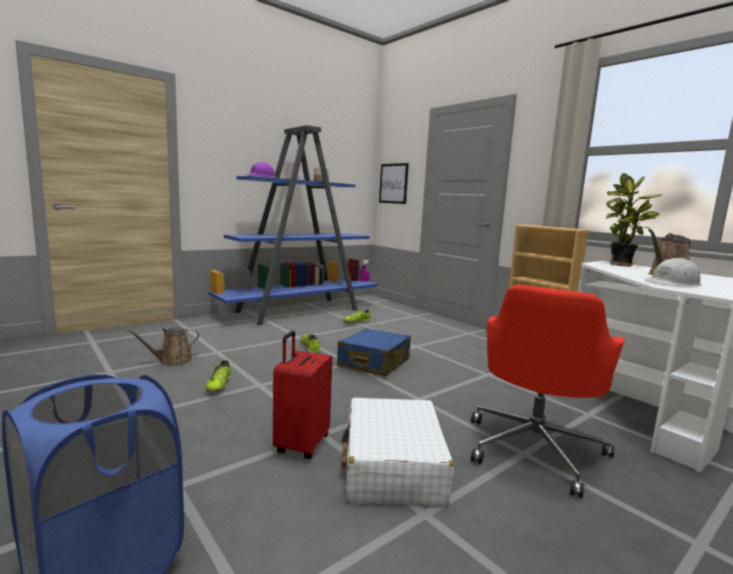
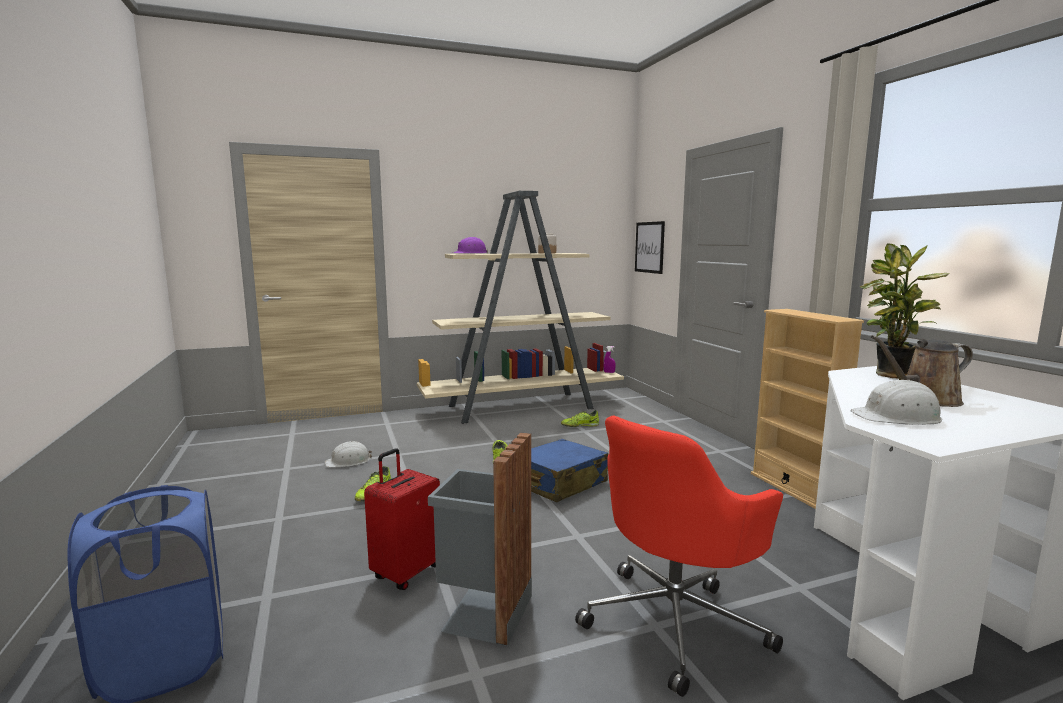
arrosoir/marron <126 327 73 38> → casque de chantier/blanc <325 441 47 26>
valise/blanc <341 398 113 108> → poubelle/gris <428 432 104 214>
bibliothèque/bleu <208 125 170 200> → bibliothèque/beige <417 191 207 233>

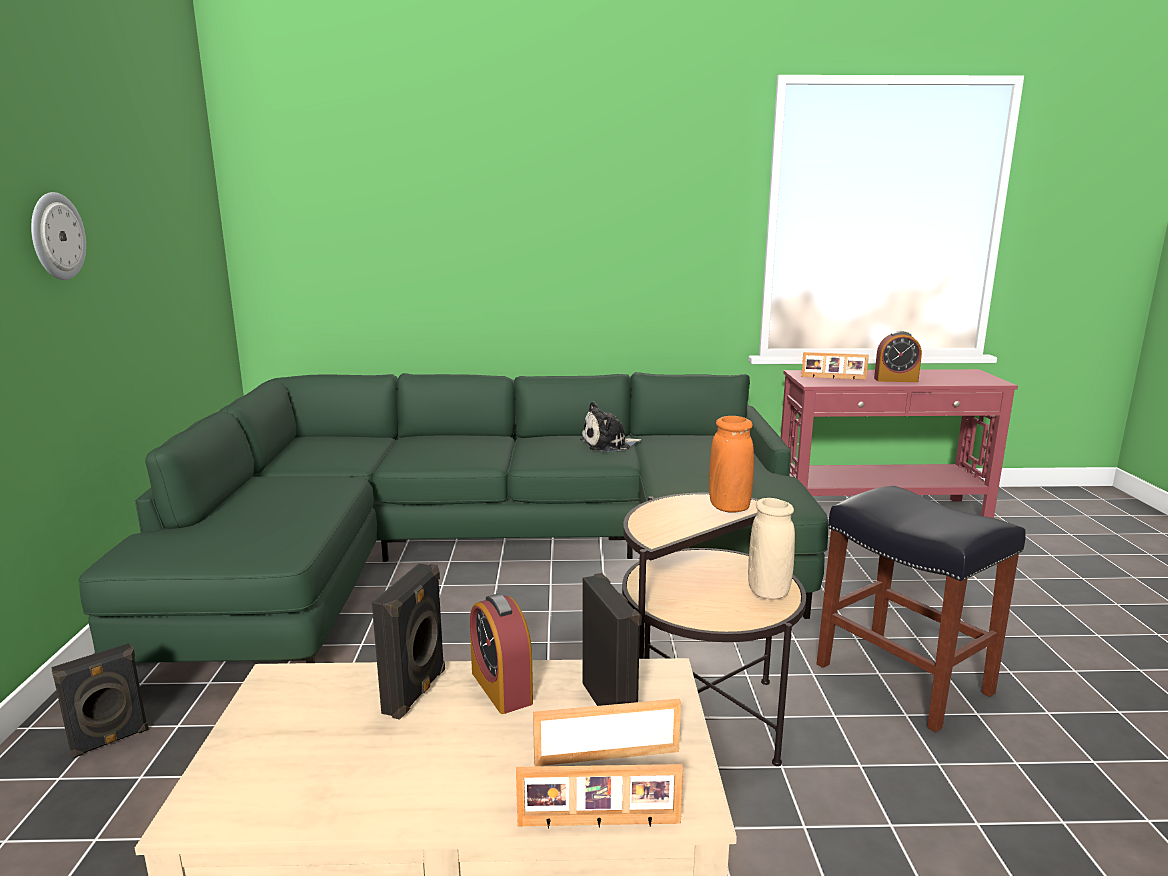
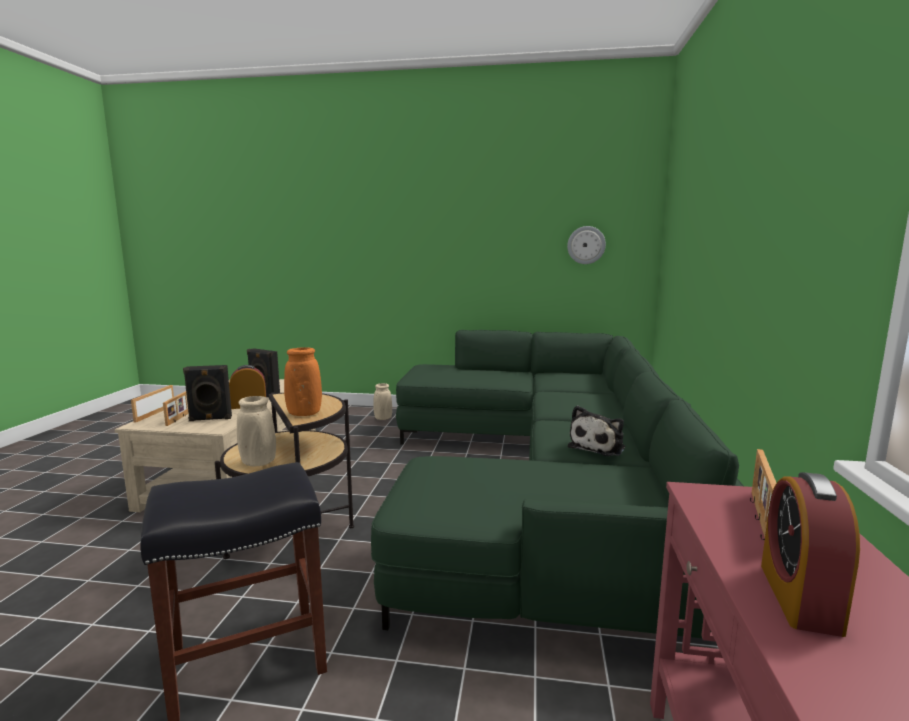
horloge murale <31 192 55 88> → horloge murale <567 226 39 38>, move
enceinte/noir <51 643 98 116> → vase/beige <373 383 19 37>
peluche <580 402 61 50> → peluche <568 406 57 50>, 135 degrees counterclockwise

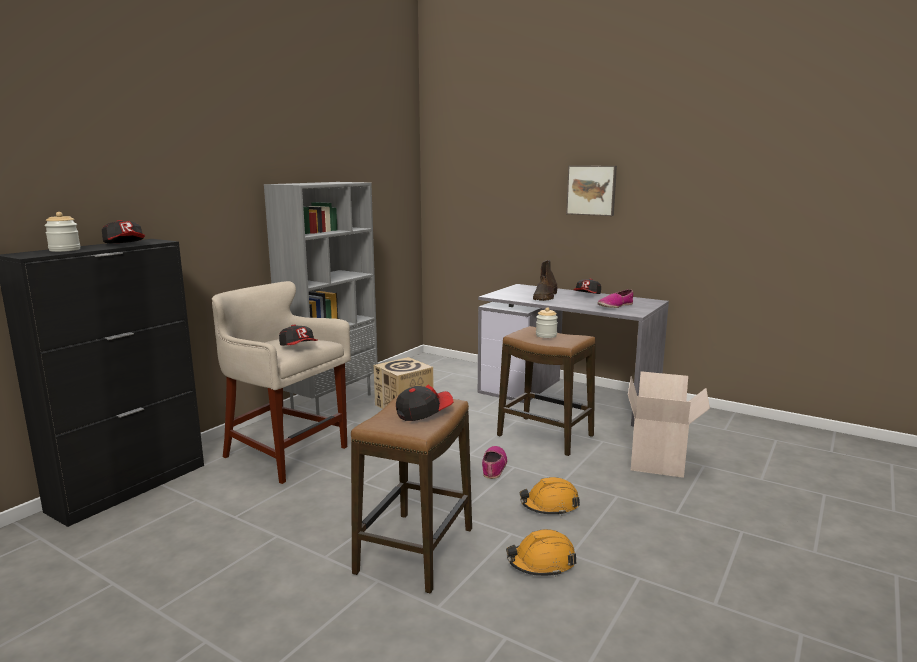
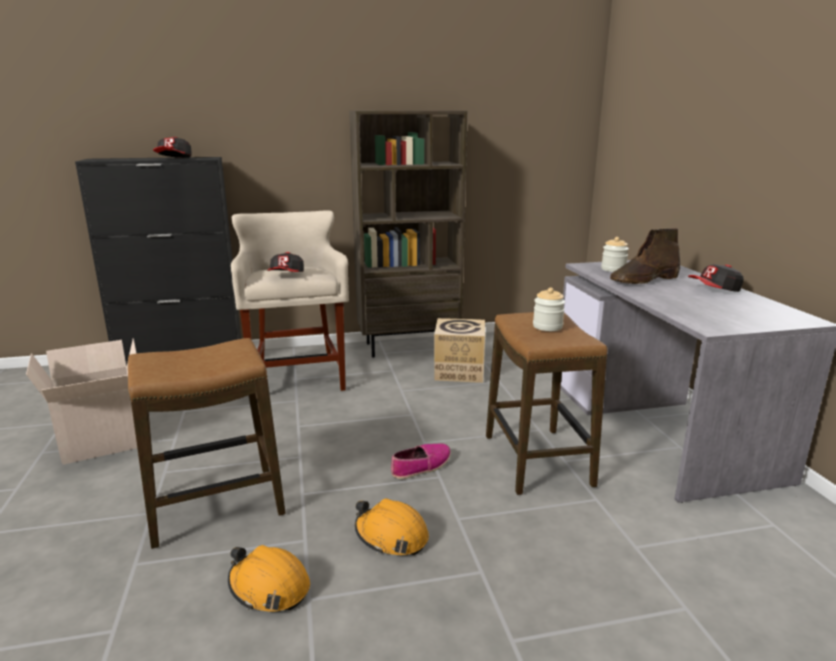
casquette <396 385 58 36> → -
tableau <566 166 51 50> → -
chaussure <597 289 36 19> → -
bocal <44 212 37 40> → bocal <601 237 28 35>, move
carton <628 371 82 107> → carton <26 338 111 127>, move
bibliothèque/gris <264 182 114 233> → bibliothèque/marron <349 110 119 248>

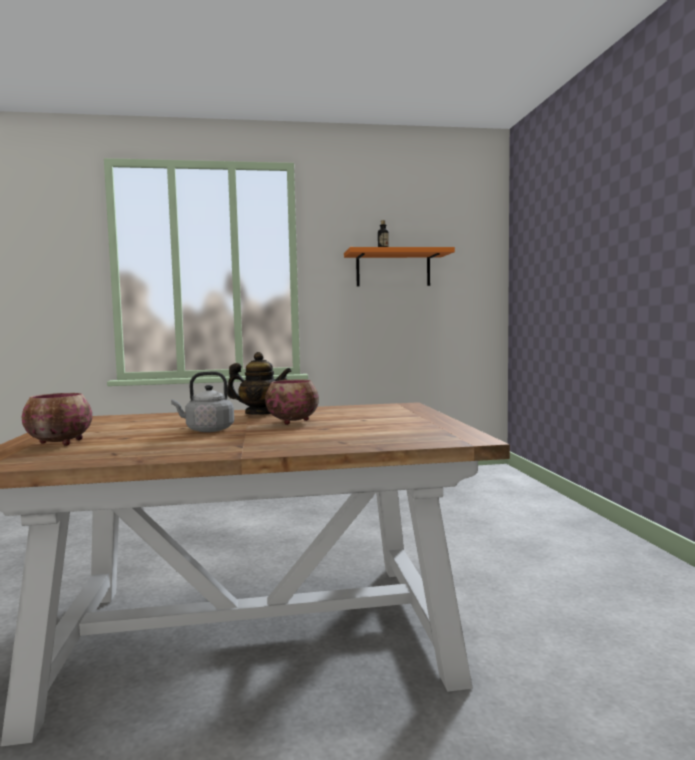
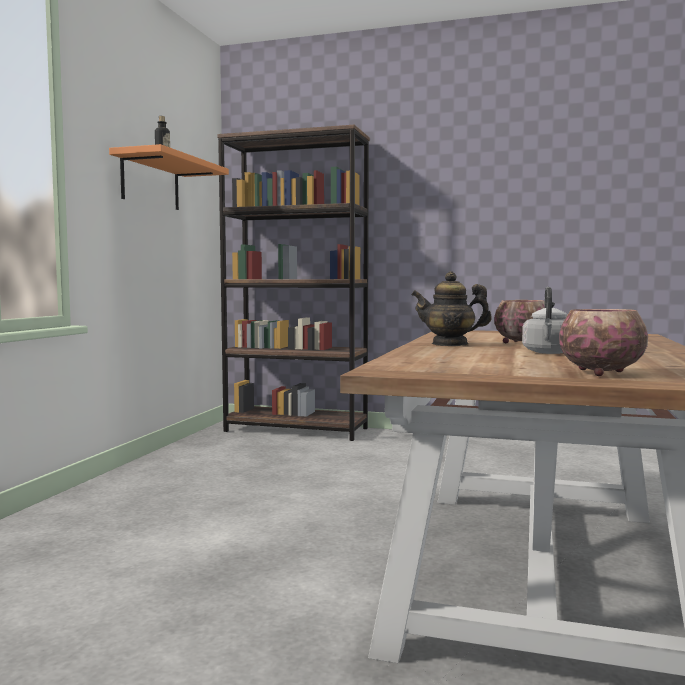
- → bibliothèque/marron <217 125 153 316>
théière <227 352 65 63> → théière <411 271 81 75>, 120 degrees counterclockwise

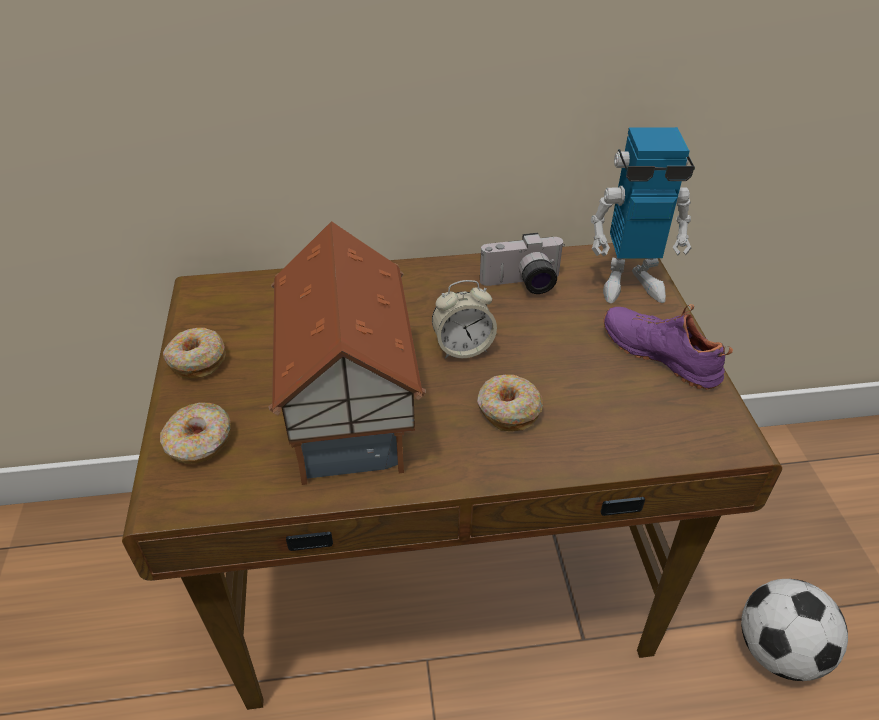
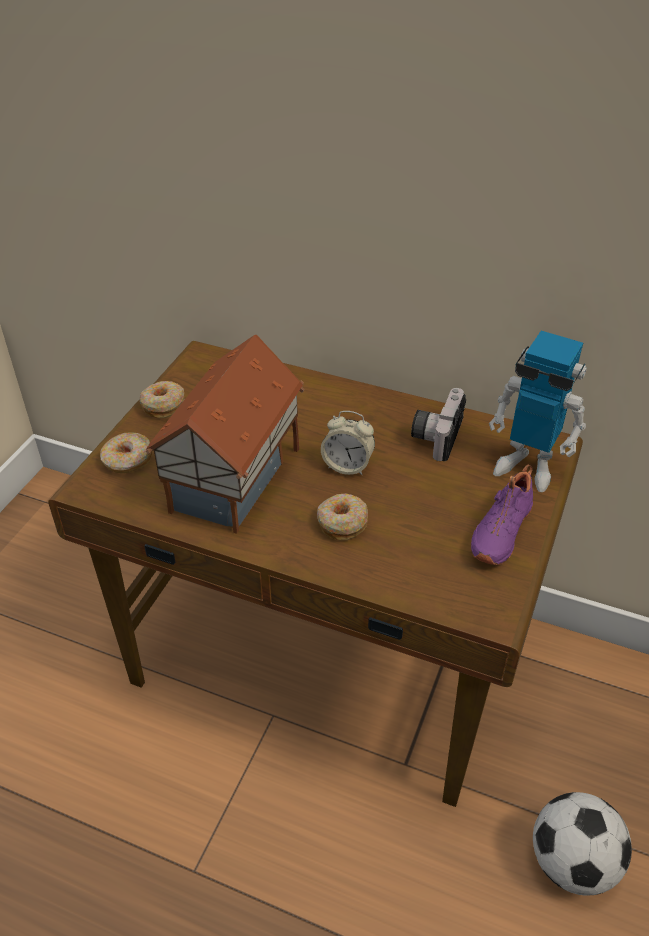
appareil photo <480 233 85 61> → appareil photo <411 388 55 73>, 90 degrees clockwise
chaussure/violet <603 304 130 85> → chaussure/violet <471 465 62 100>, 135 degrees counterclockwise

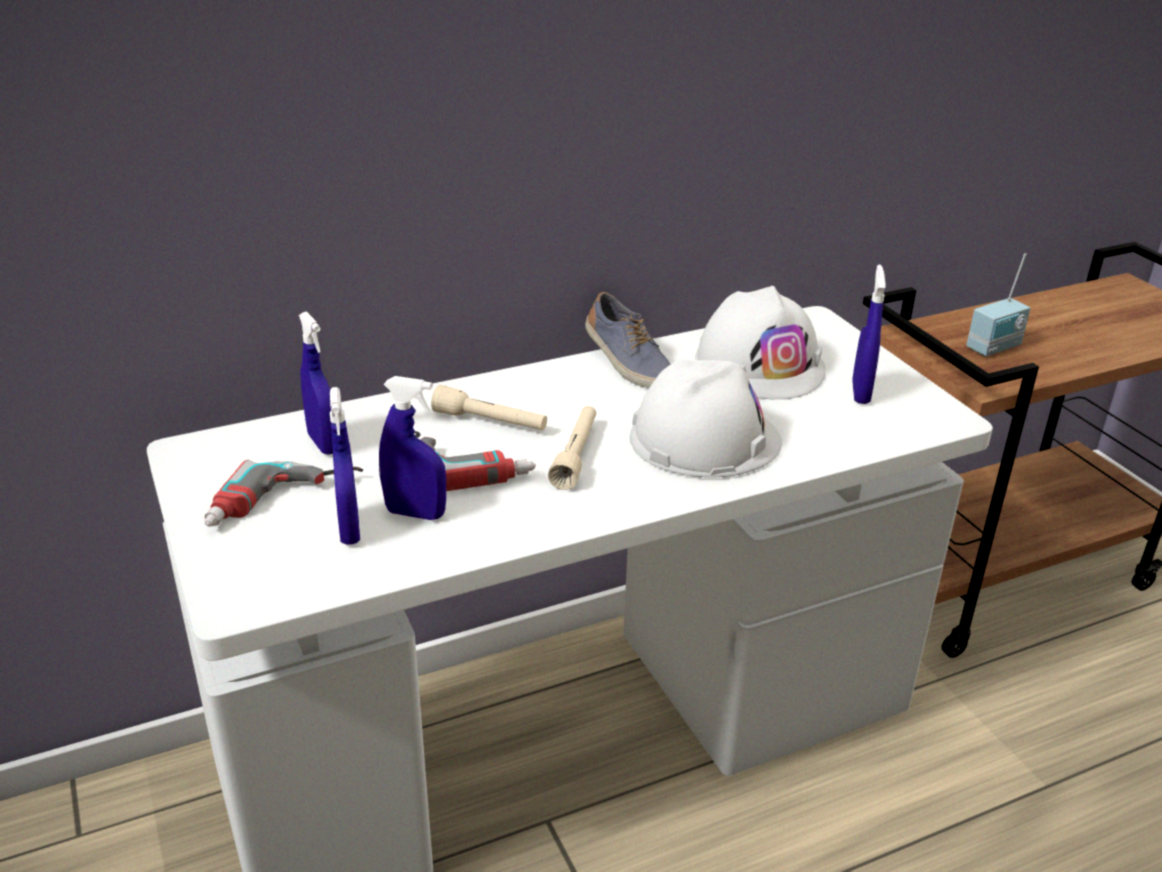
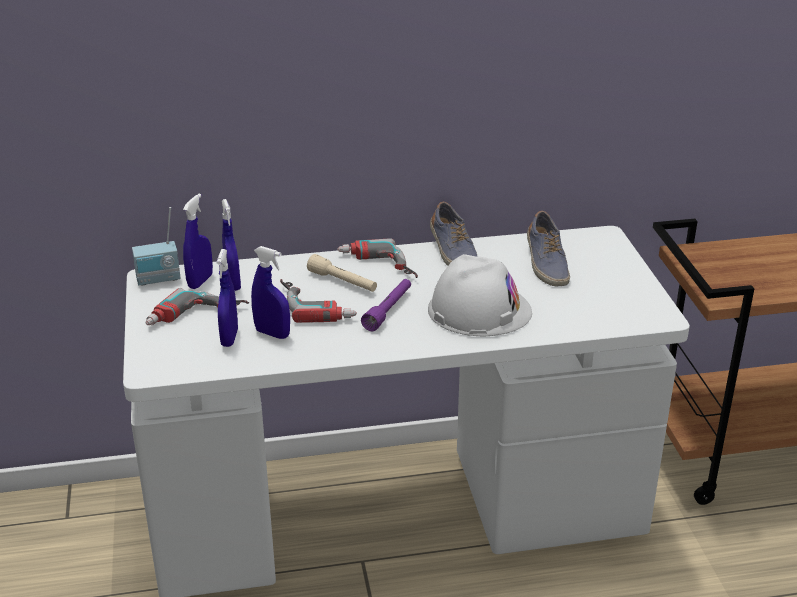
- → perceuse <337 238 81 40>
vaporisateur/bleu <852 265 34 139> → vaporisateur/bleu <183 194 30 95>, move
radio <966 253 64 103> → radio <132 207 49 79>, move
casque de chantier/blanc <695 286 131 114> → chaussure <527 211 43 75>
lampe de poche/beige <548 406 48 84> → lampe de poche/violet <361 279 50 52>

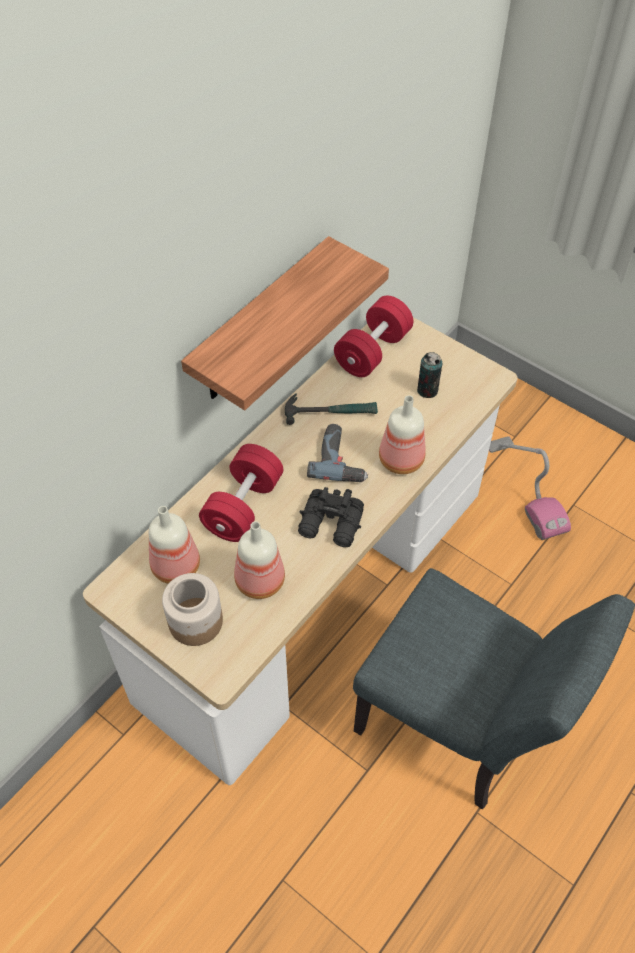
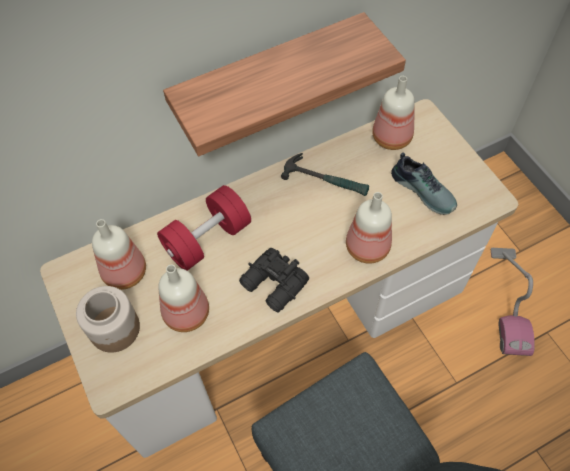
perceuse <307 424 61 58> → -
haltère/rouge <334 296 79 81> → bouteille <372 76 43 74>
boîte métallique <417 352 25 46> → chaussure <391 152 66 63>

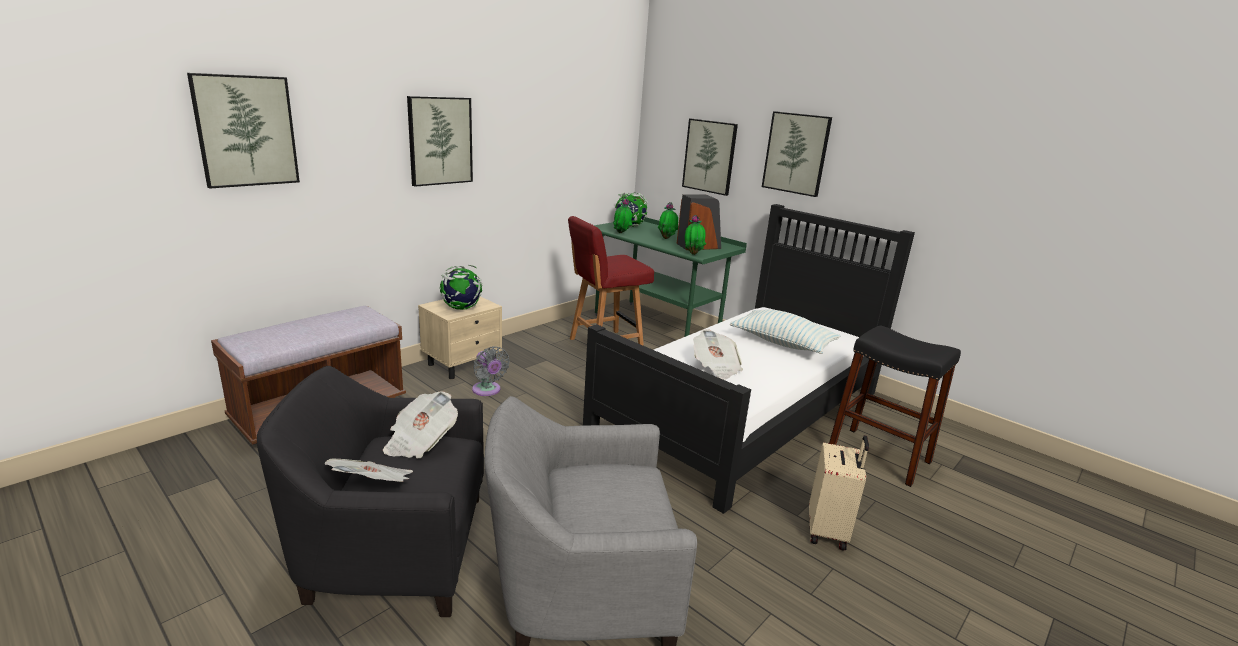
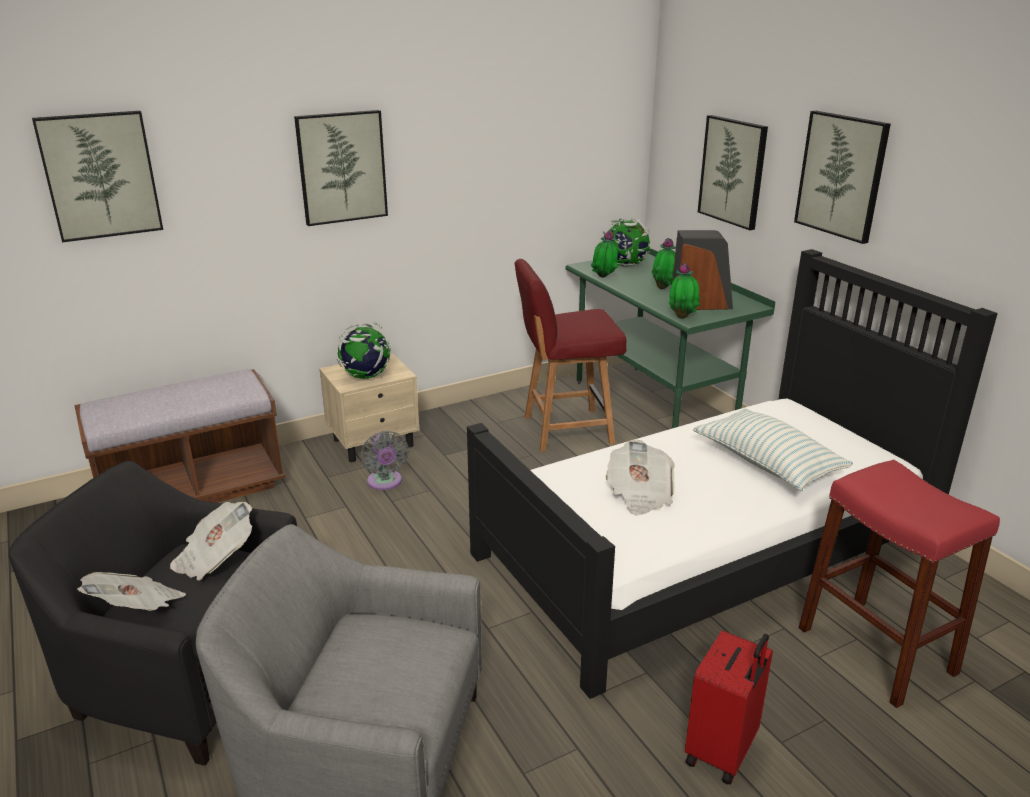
valise/beige <809 435 60 116> → valise/rouge <685 630 88 155>
tabouret/noir <829 325 132 162> → tabouret/rouge <799 460 201 248>

